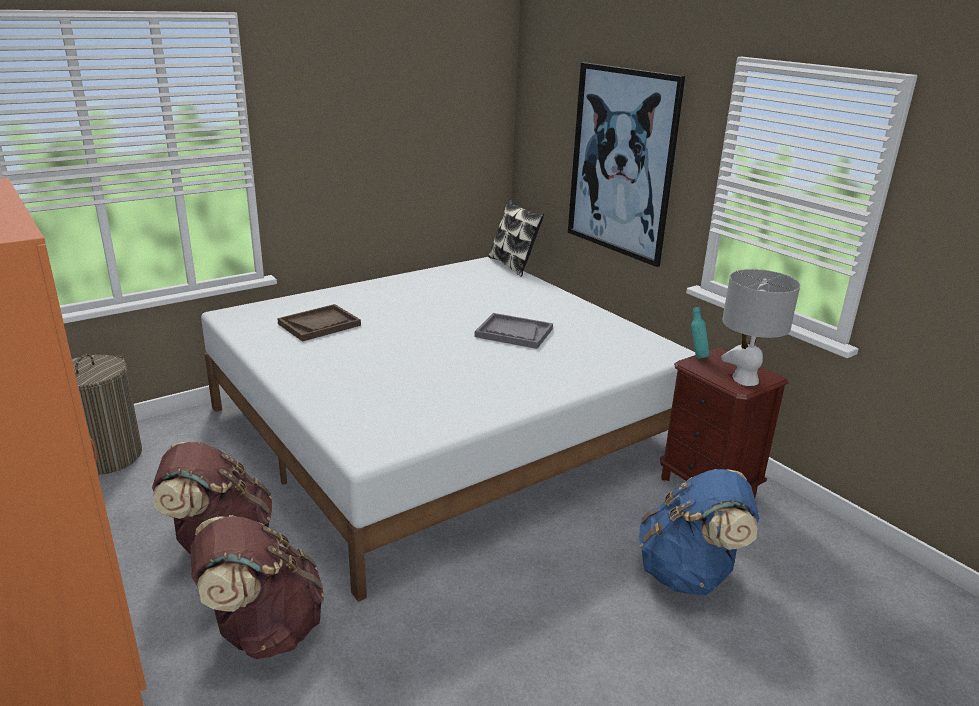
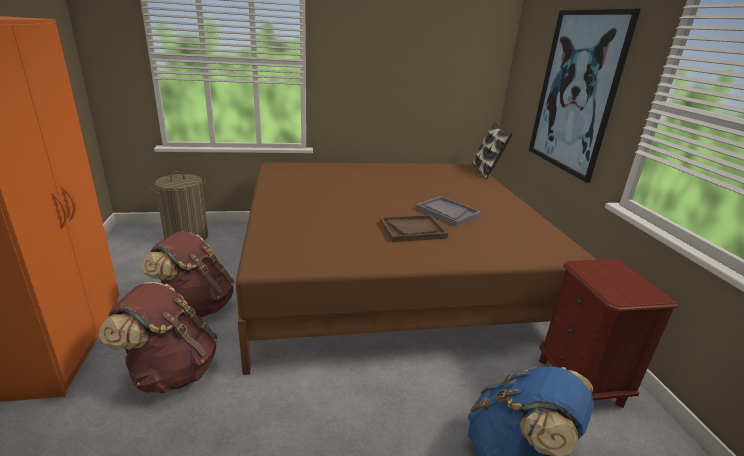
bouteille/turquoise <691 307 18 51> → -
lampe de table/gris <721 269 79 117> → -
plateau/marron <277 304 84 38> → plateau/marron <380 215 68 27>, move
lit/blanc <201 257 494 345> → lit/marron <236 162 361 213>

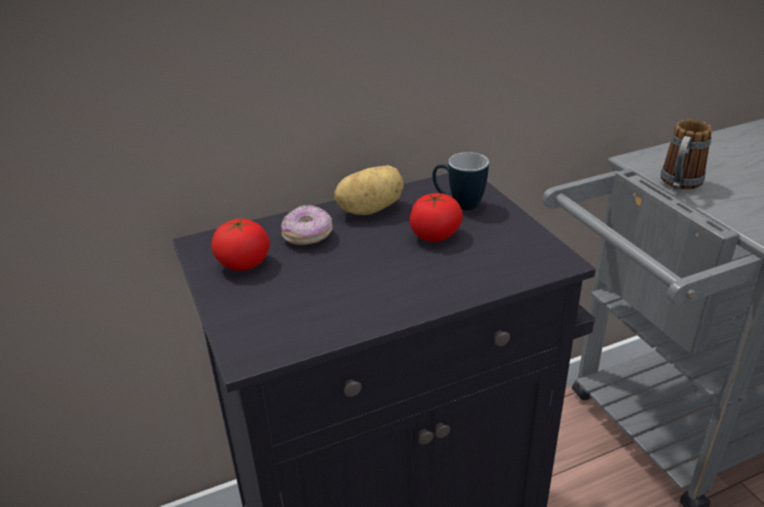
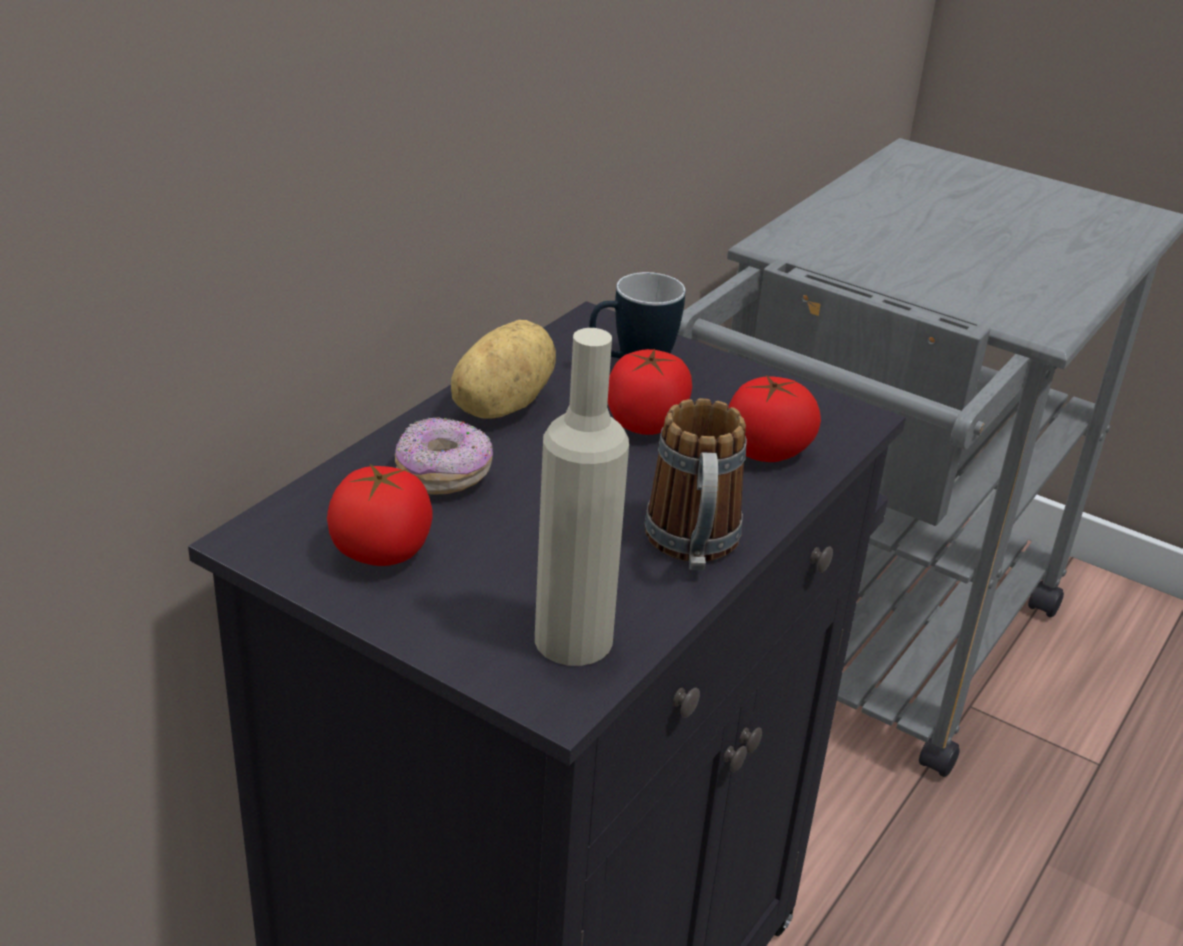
- → bouteille/beige <535 328 94 338>
- → tomate <728 375 93 87>
mug <661 119 51 71> → mug <644 398 103 172>, move

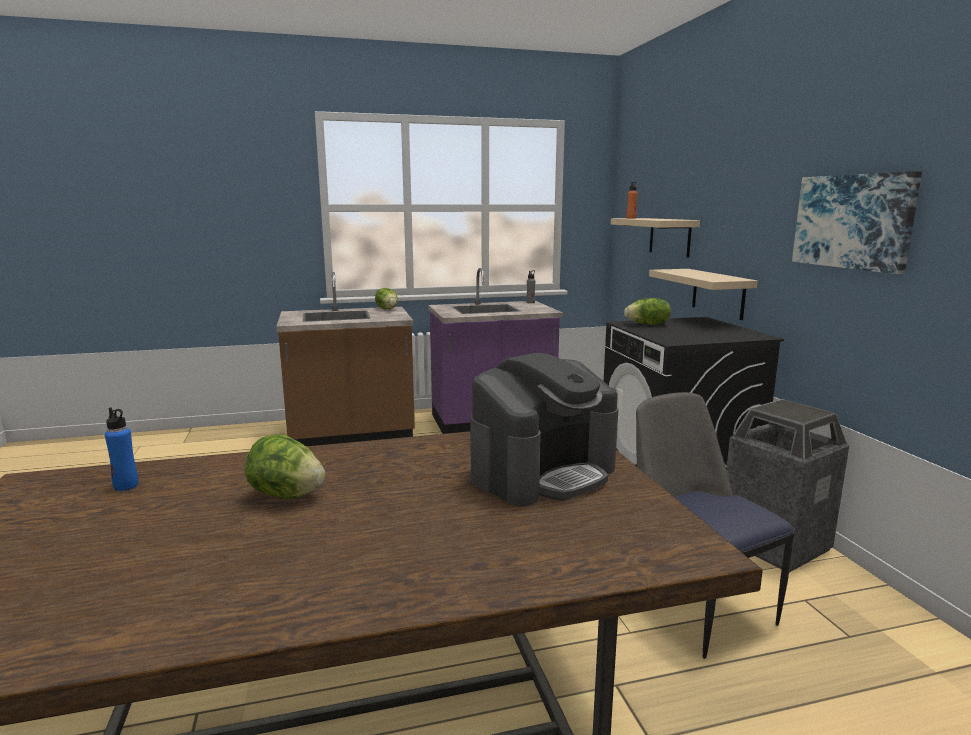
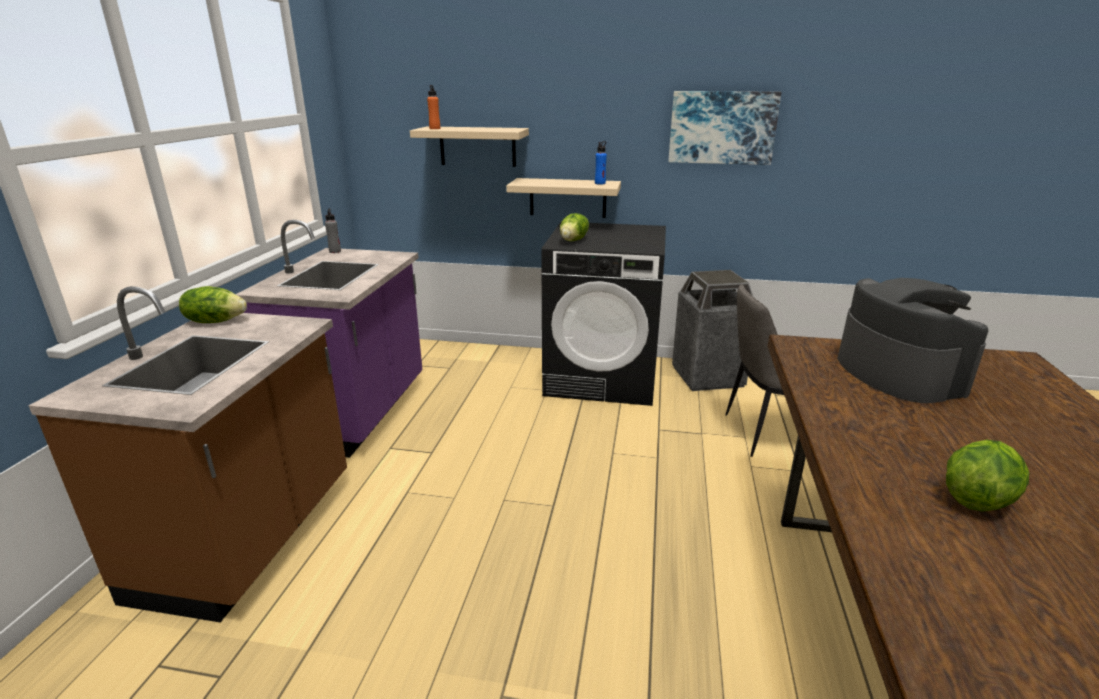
bouteille/bleu <105 408 34 83> → bouteille/bleu <595 141 12 44>, move

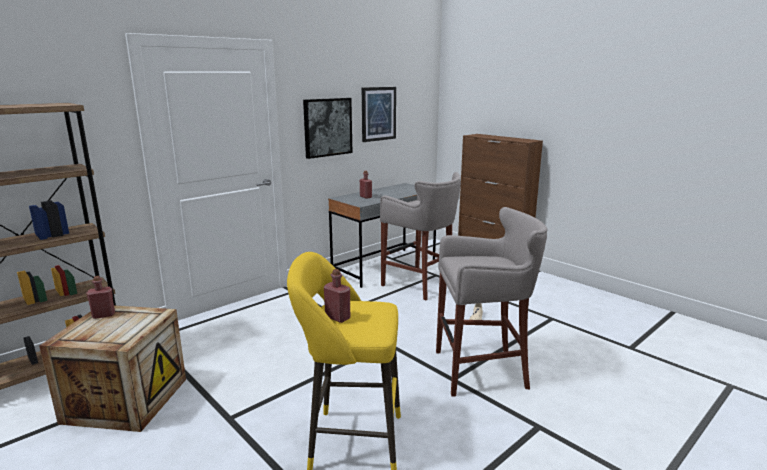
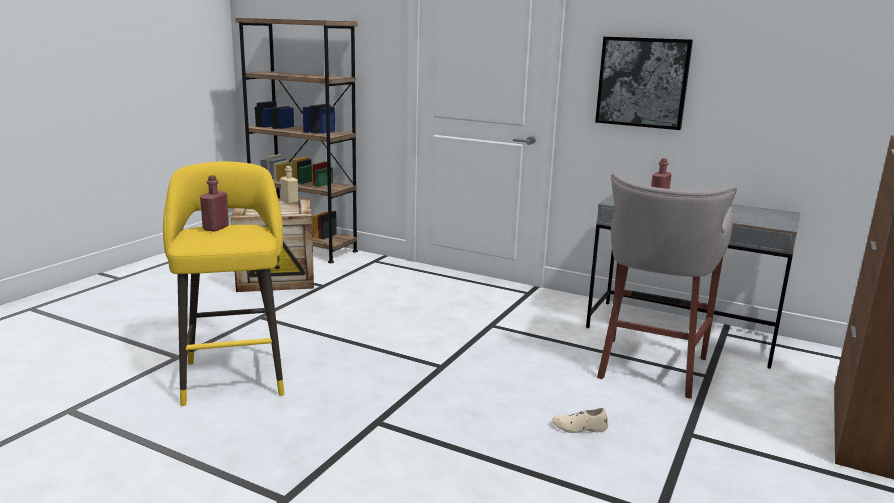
tableau <362 87 34 55> → -
tabouret/gris <436 207 111 189> → -
bouteille/rouge <86 276 29 43> → bouteille/beige <281 166 17 38>

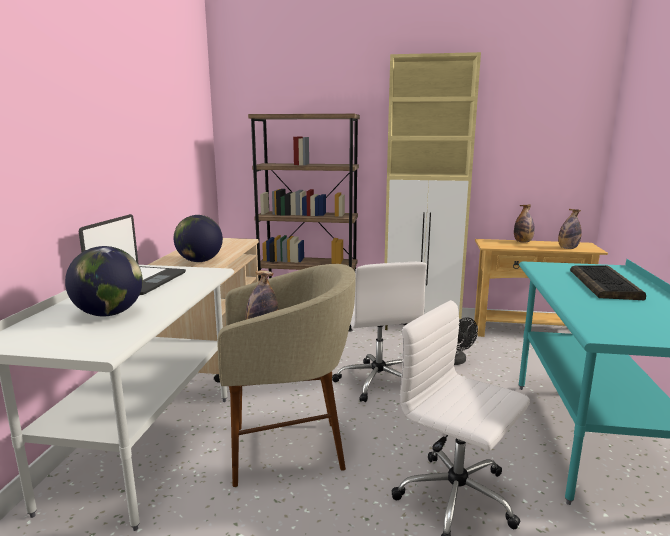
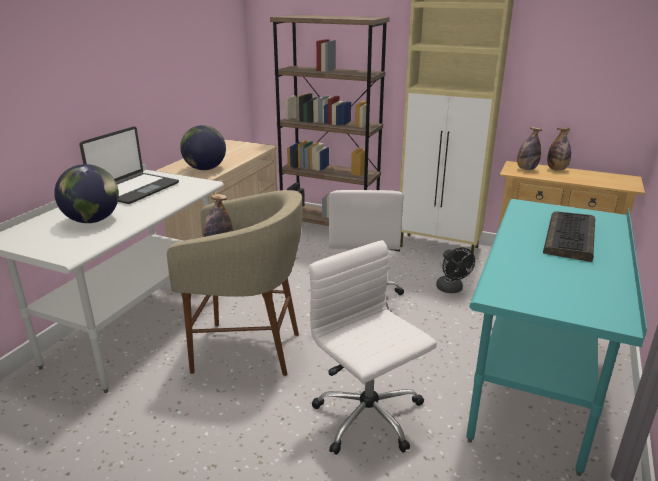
bouteille <558 209 24 40> → bouteille <517 127 25 43>, move

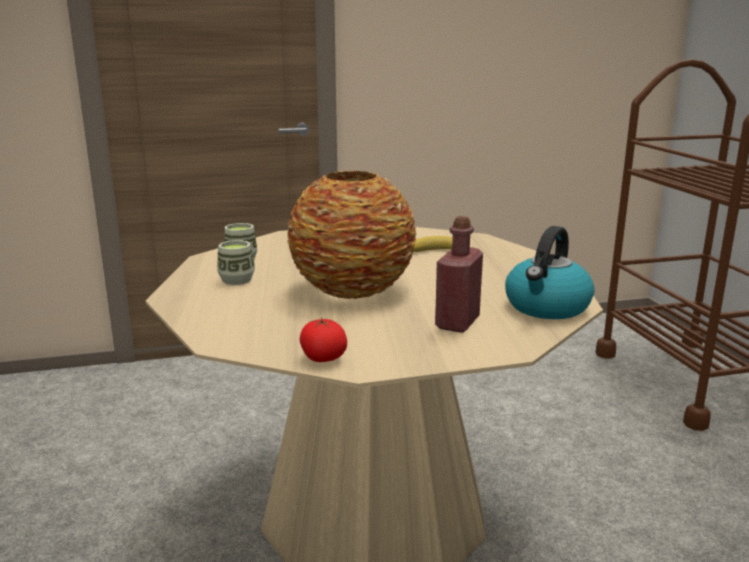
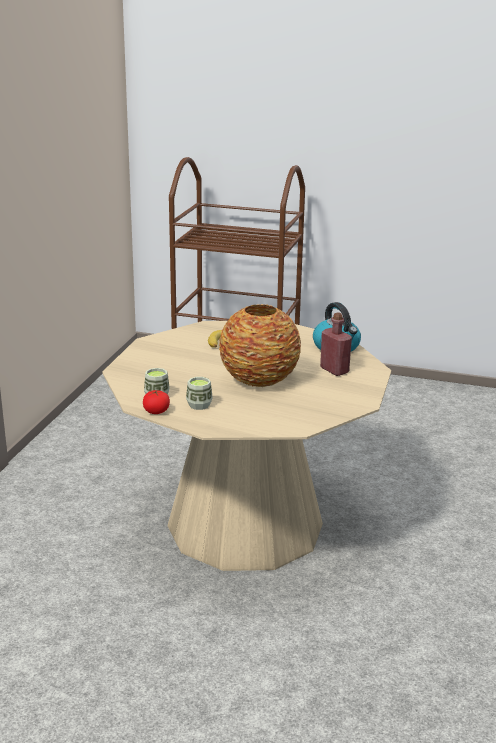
tomate <300 318 47 44> → tomate <143 390 27 24>, move

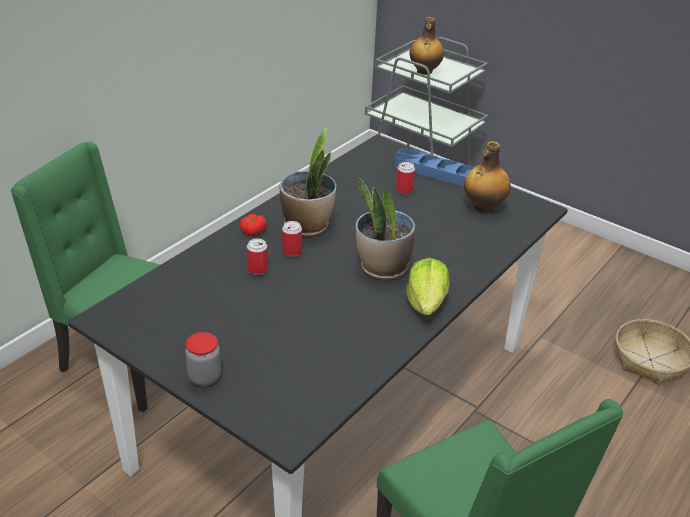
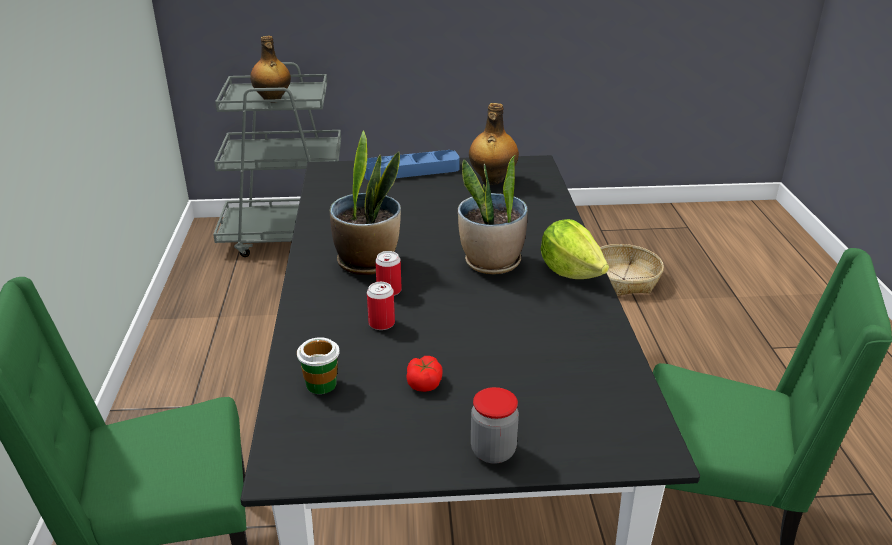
boîte métallique <396 162 19 32> → -
- → tasse <297 337 43 57>
tomate <240 214 27 21> → tomate <406 356 37 36>, move

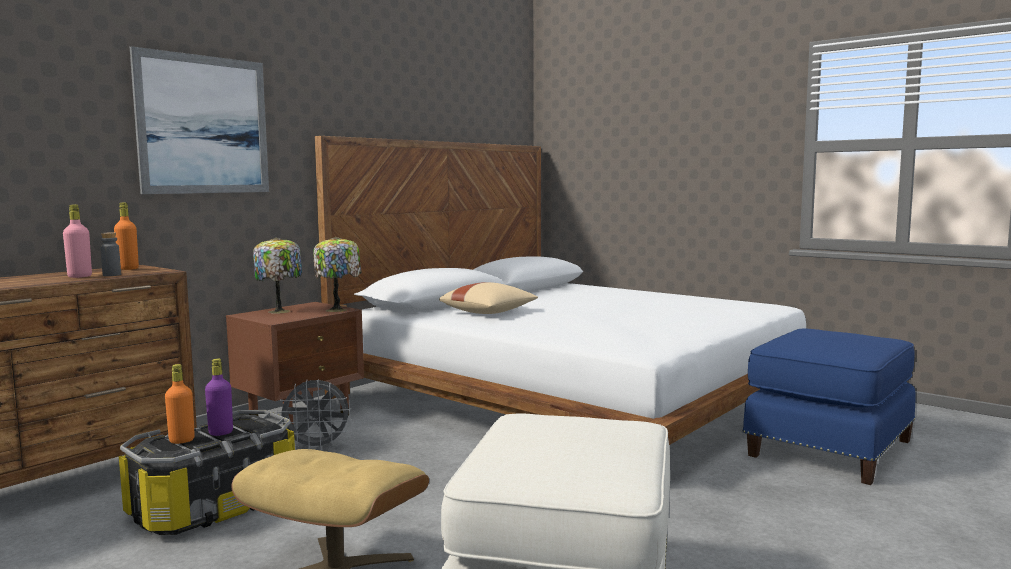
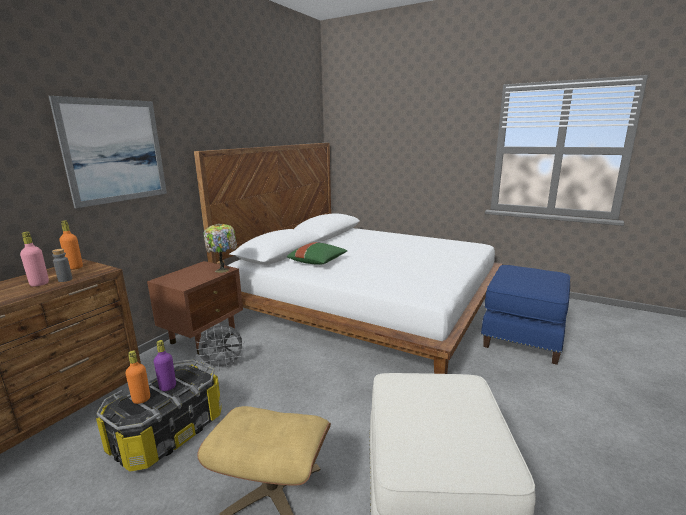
lampe de table <253 238 49 76> → -
coussin/beige <439 282 99 32> → coussin/vert <287 242 60 23>

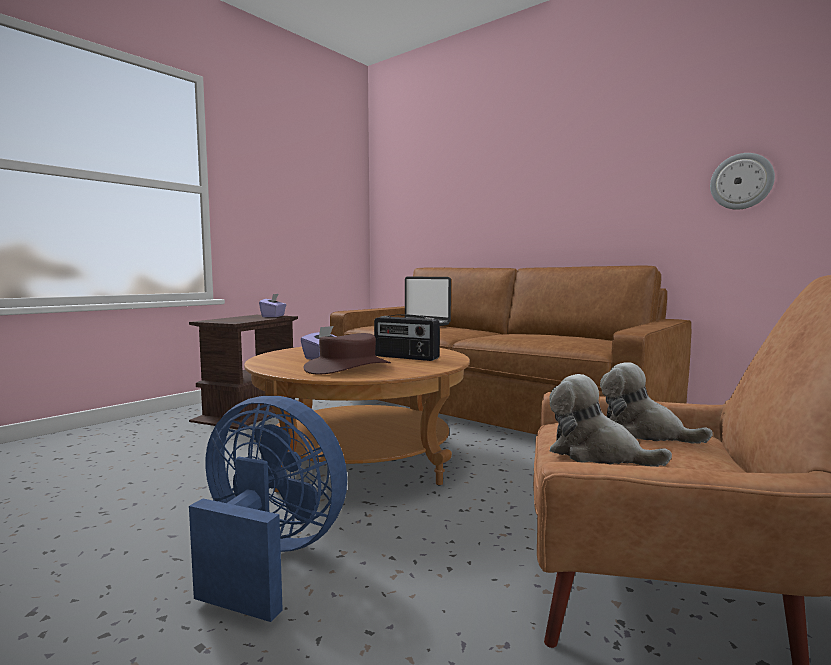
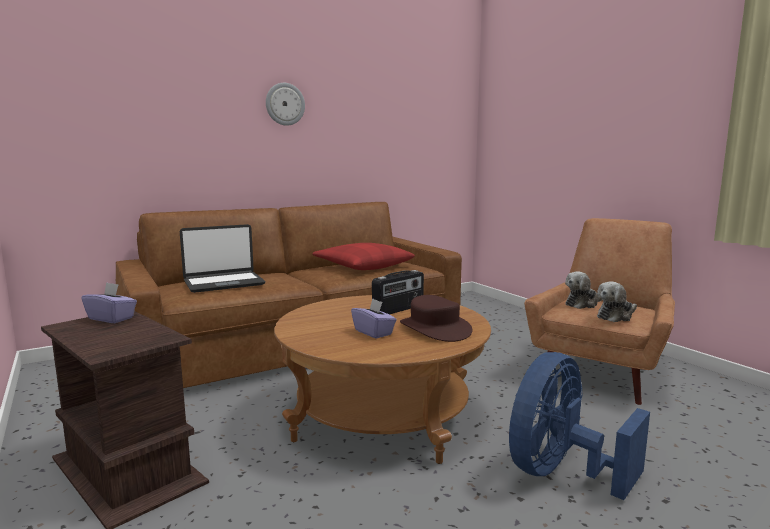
- → coussin/rouge <312 243 103 27>
horloge murale <710 153 65 57> → horloge murale <266 83 39 43>, move

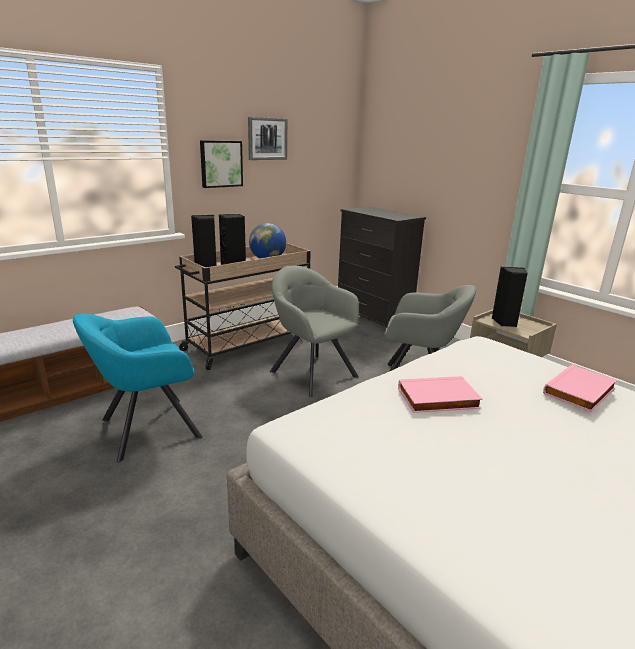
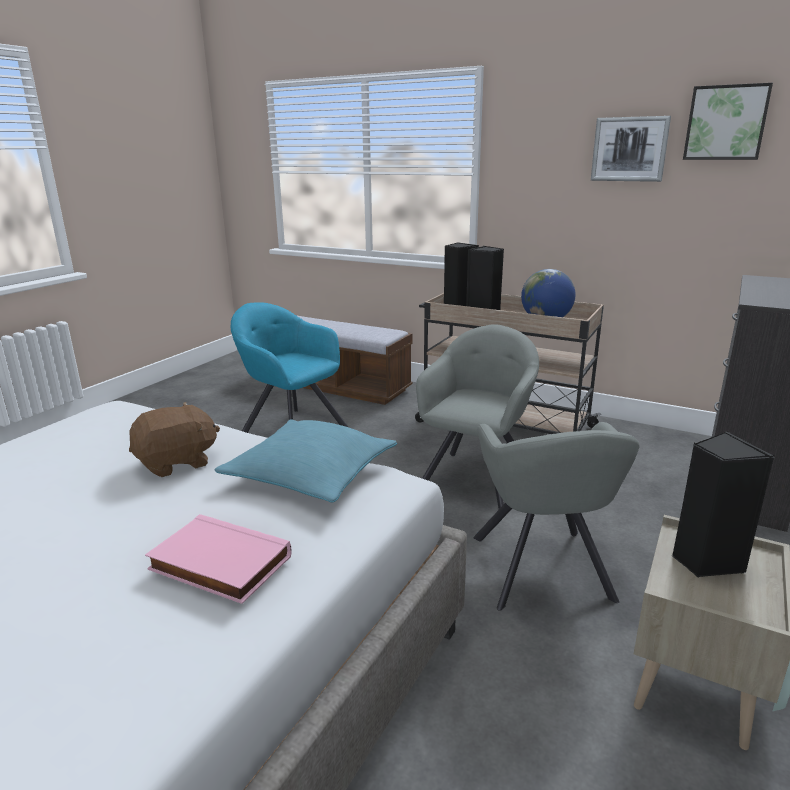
- → coussin/turquoise <215 419 182 84>
tableau <200 140 43 48> → tableau <683 83 90 77>, move
livre/rose <398 376 85 37> → peluche/marron <129 402 91 75>

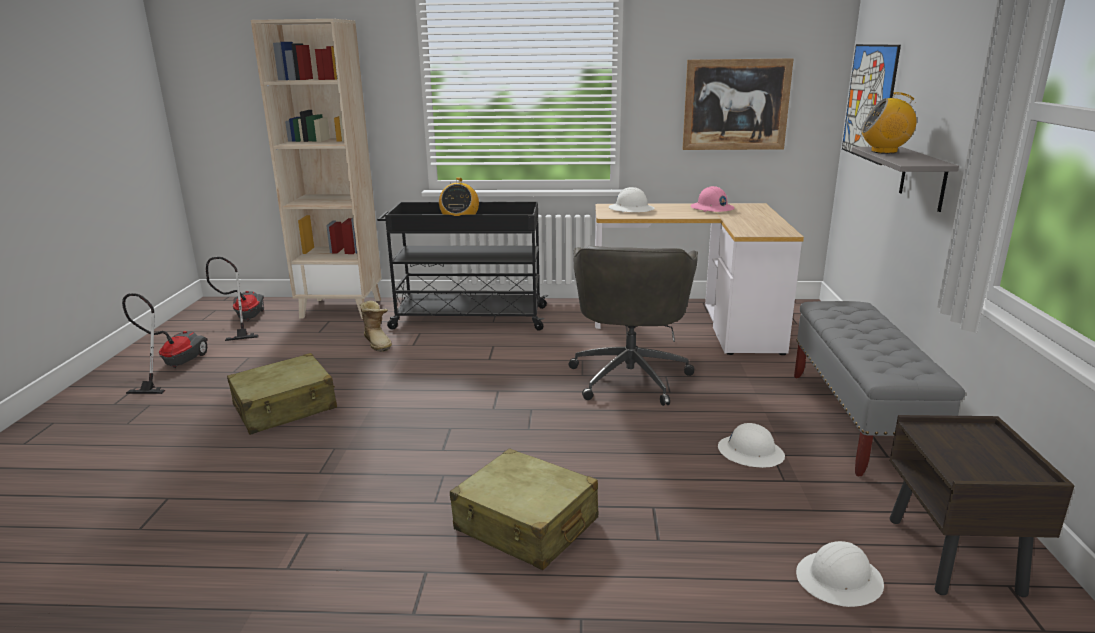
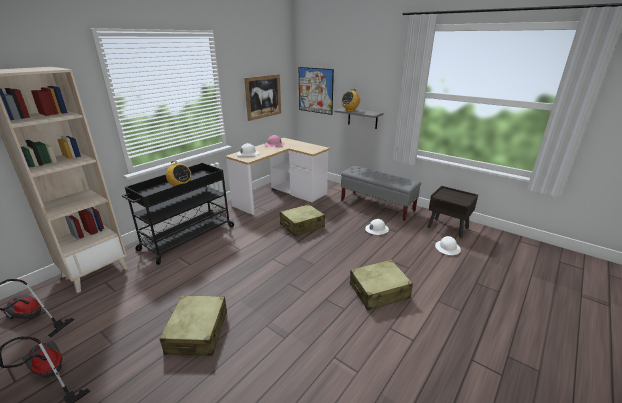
botte <360 300 32 52> → -
chaise de bureau/gris <569 246 129 160> → valise/beige <280 204 45 32>

